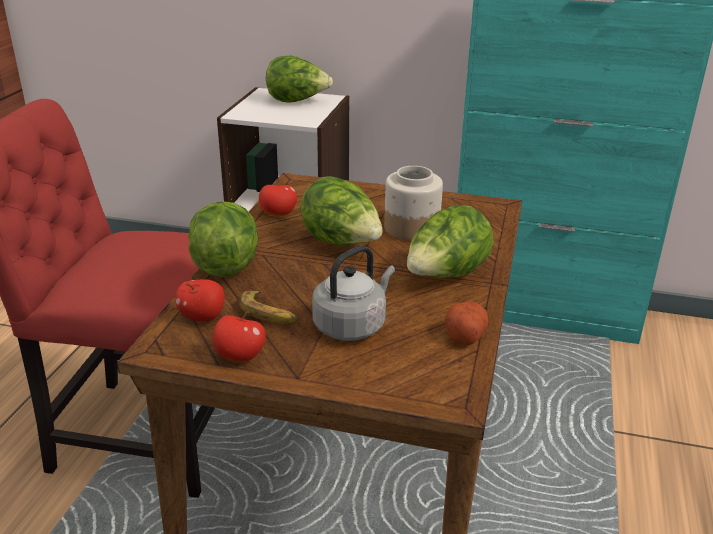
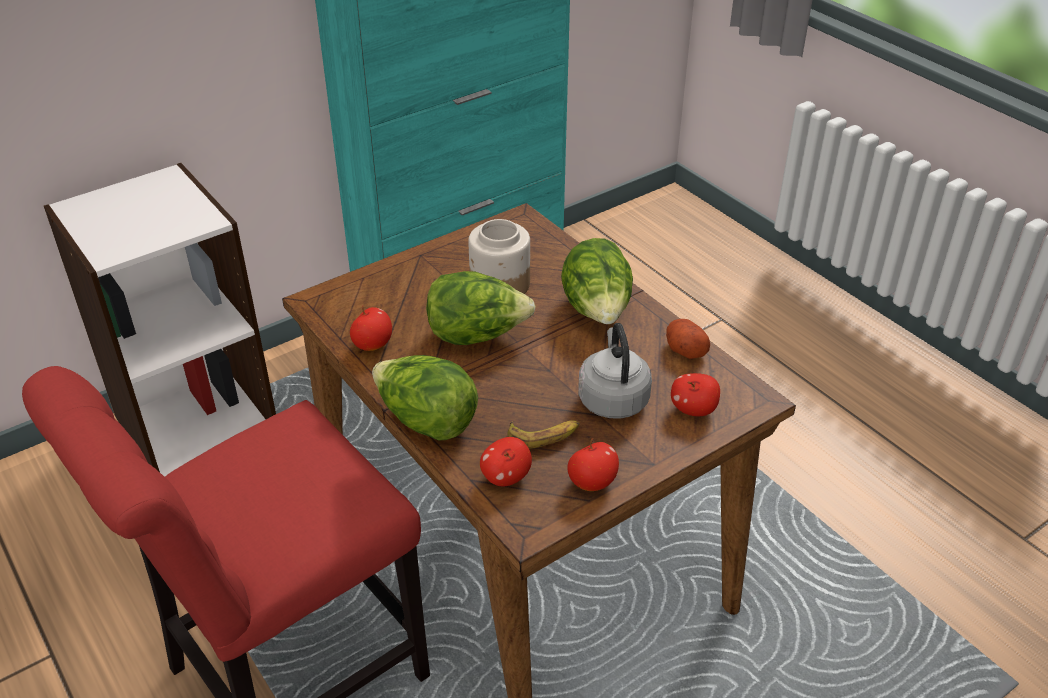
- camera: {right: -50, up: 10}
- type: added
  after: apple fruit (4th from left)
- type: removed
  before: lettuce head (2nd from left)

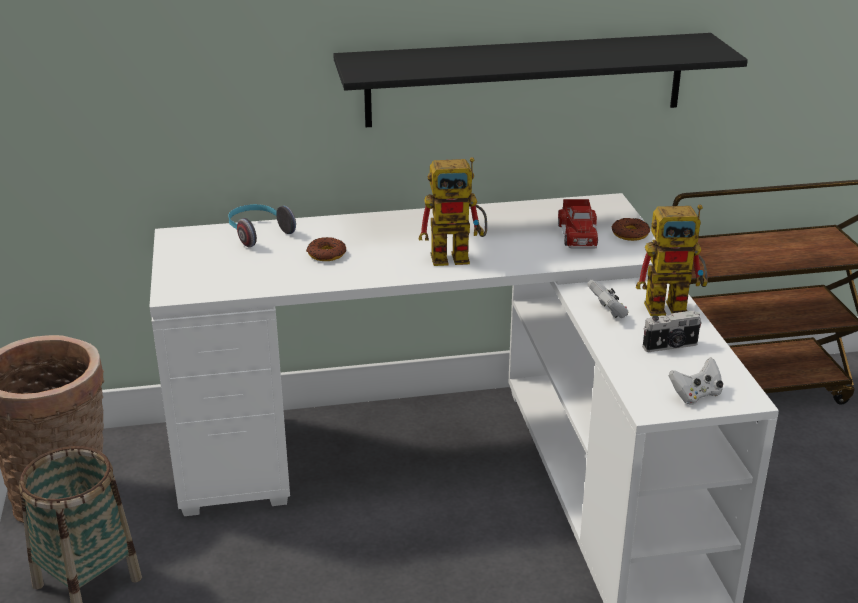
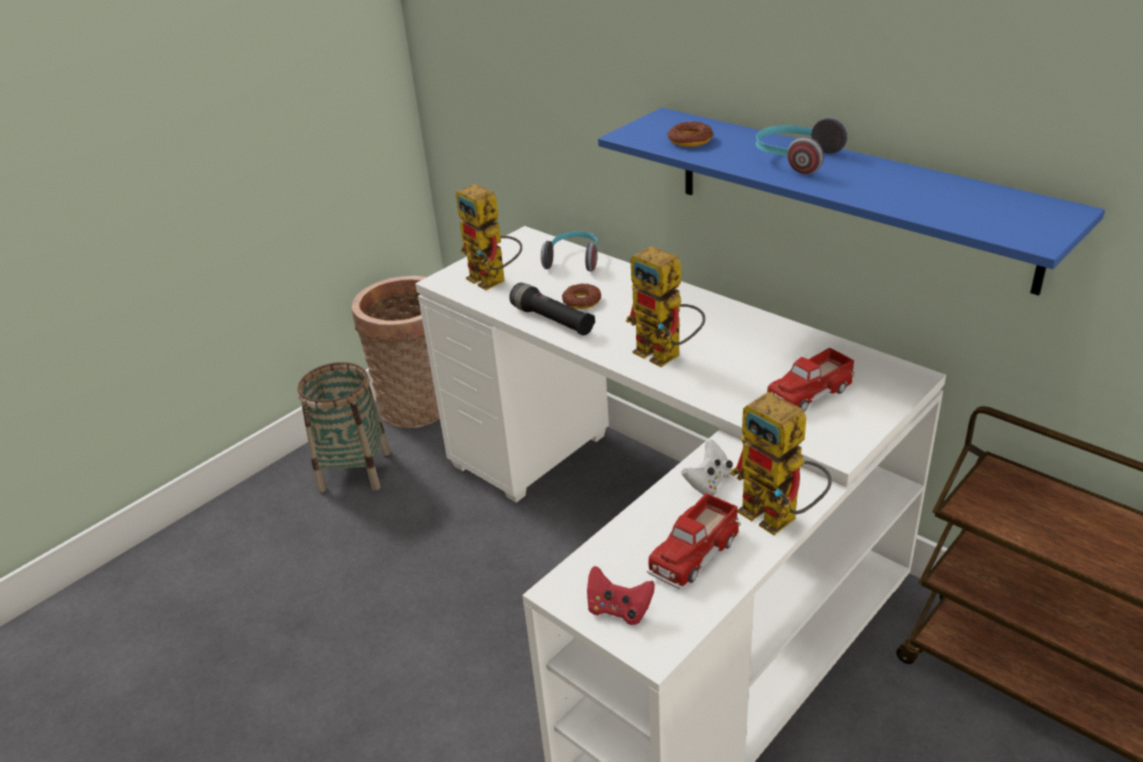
- camera: {right: 55, up: 5}
- type: added
  after: toy robot (1st from left)
- type: added
  after: black hand torch
- type: recoloured
  before: white gamepad (2nd from left)
  after: red gamepad
- type: recoloured
  before: black wall shelf
  after: blue wall shelf
- type: replaced
  before: still camera
  after: toy truck (1st from left)
- type: moved
  before: doughnut (2nd from left)
- type: added
  after: pair of headphones (2nd from left)

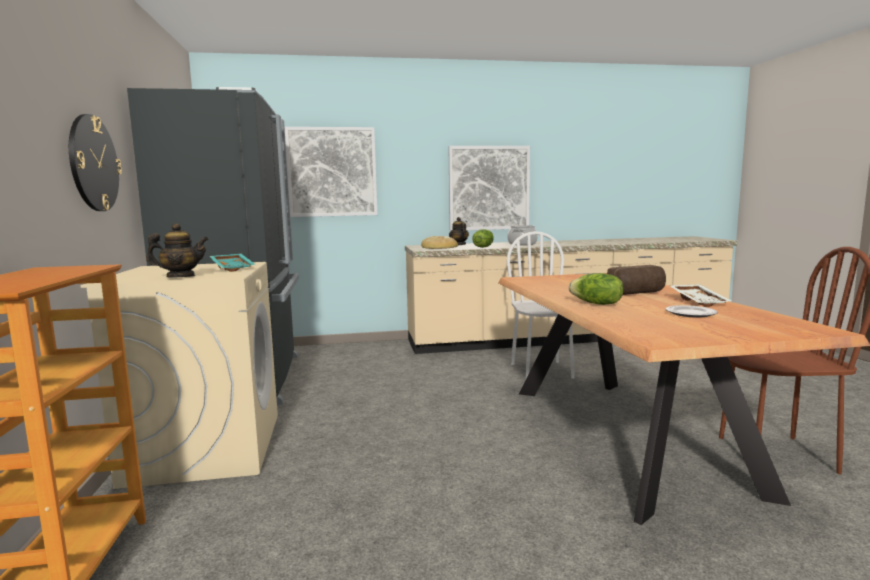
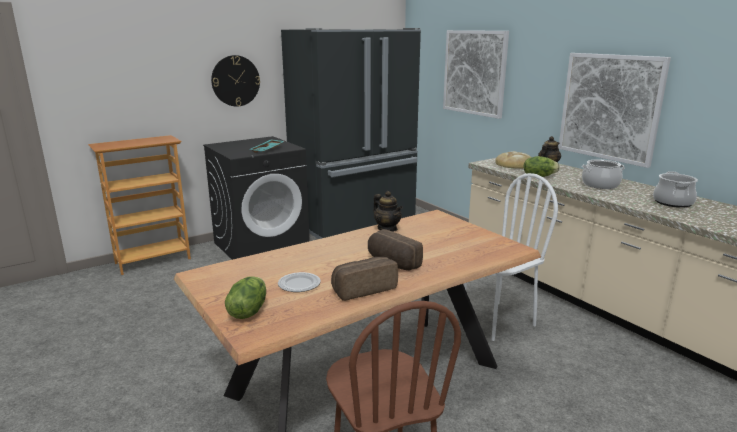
- camera: {right: 65, up: 10}
- type: recoloured
  before: beige laundry appliance
  after: black laundry appliance
- type: moved
  before: lettuce head (2nd from left in the first image)
  after: lettuce head (1st from left)
- type: replaced
  before: white carrying tray
  after: bakery bread (1st from left)
- type: moved
  before: tea pot (1st from left)
- type: added
  after: stockpot (2nd from left)

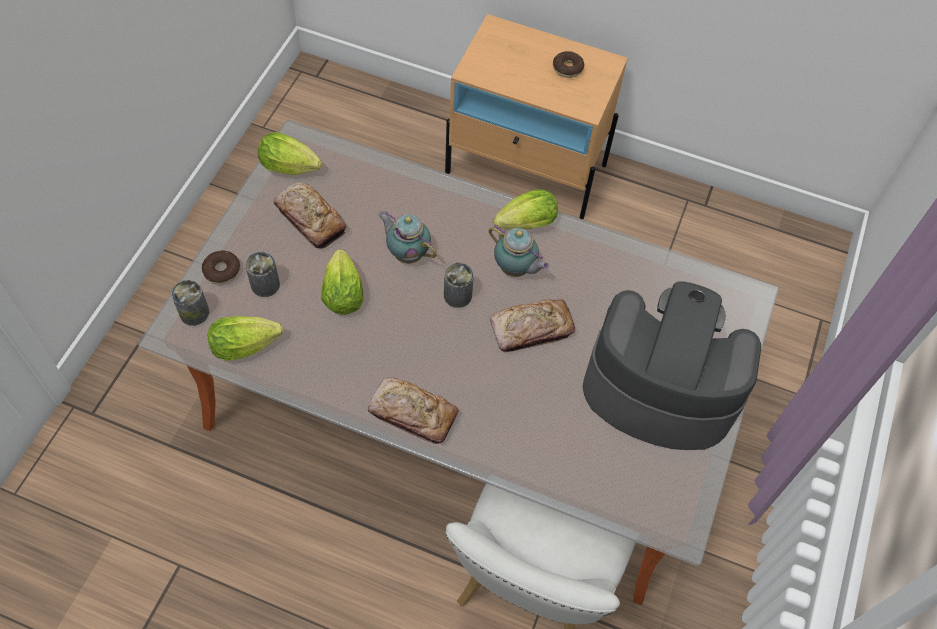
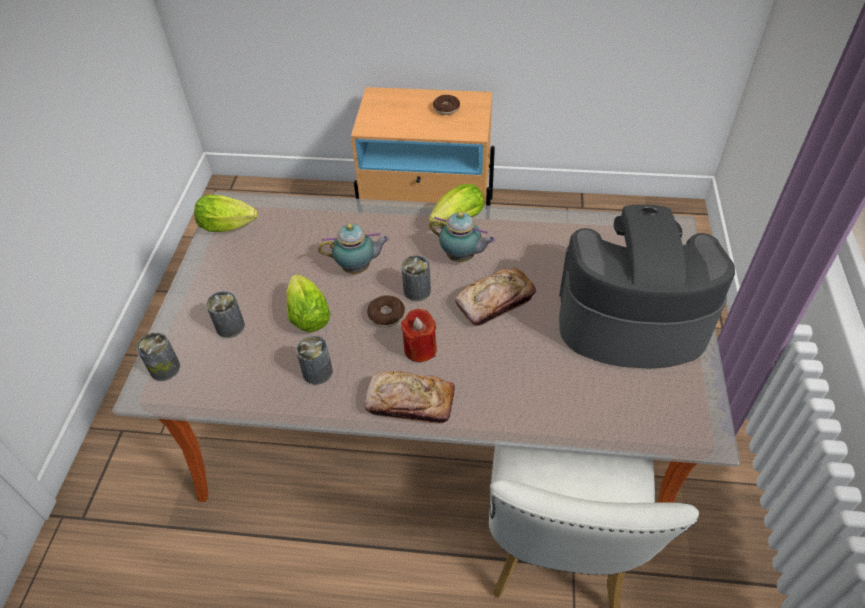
- camera: {right: -10, up: -10}
- type: added
  after: metal can (3rd from left)
- type: turned
  before: tea pot (1st from left)
  turn: 150
- type: moved
  before: doughnut (1st from left)
- type: added
  after: red wax light
- type: removed
  before: lettuce head (1st from left)
- type: removed
  before: bakery bread (1st from left)

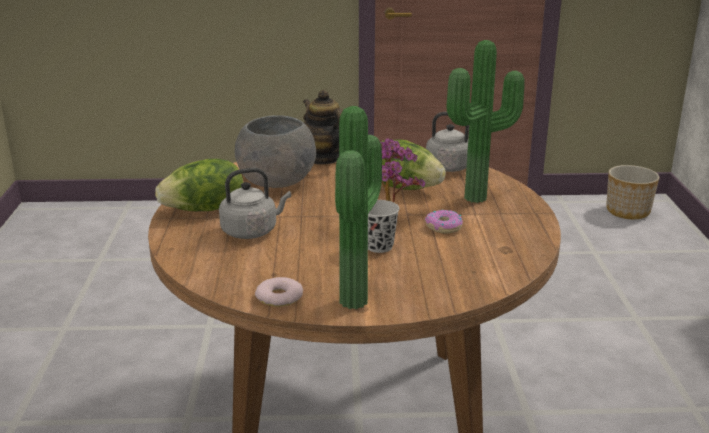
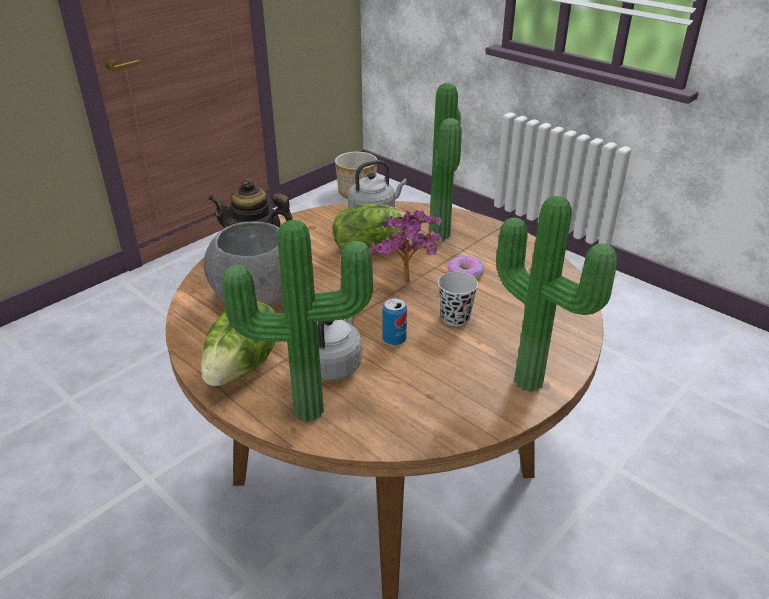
- camera: {right: -45, up: 10}
- type: added
  after: houseplant (1st from left)
- type: added
  after: metal can
- type: removed
  before: doughnut (1st from left)

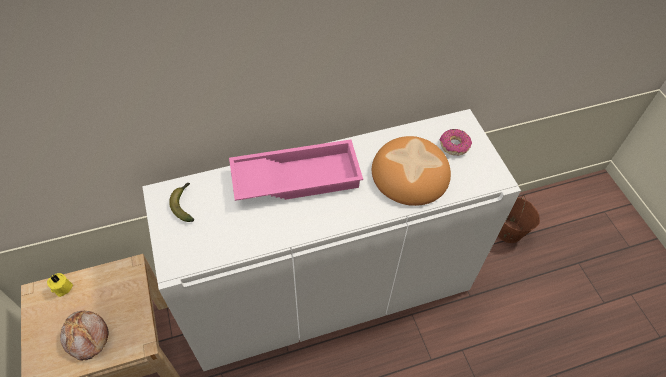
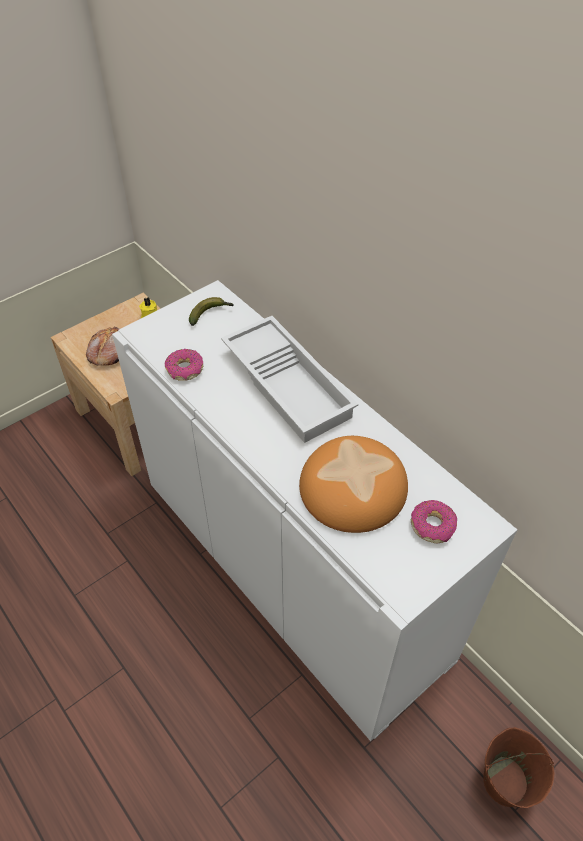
- camera: {right: 70, up: -5}
- type: added
  after: doughnut (1st from left)
- type: recoloured
  before: pink carrying tray
  after: white carrying tray

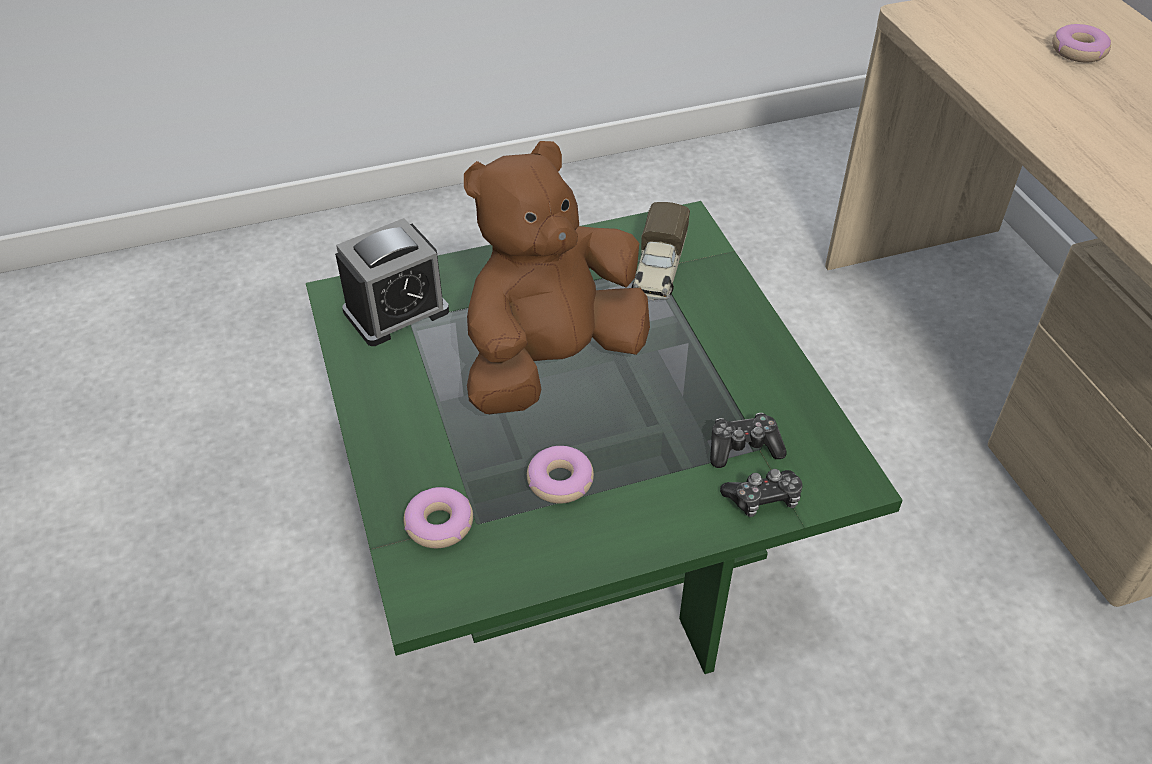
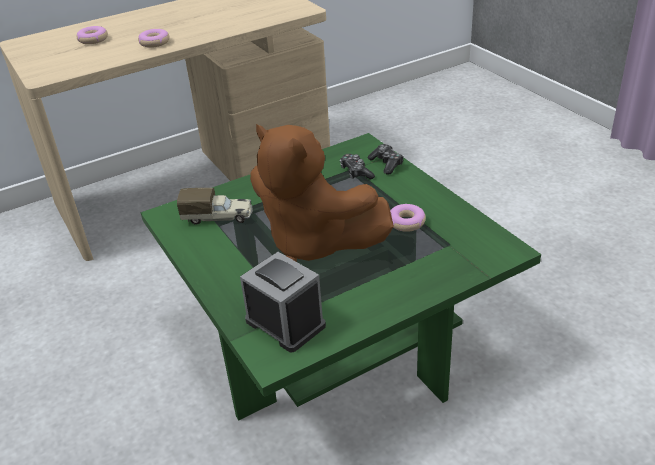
- camera: {right: -100, up: -10}
- type: moved
  before: doughnut (1st from left in the first image)
  after: doughnut (2nd from left)

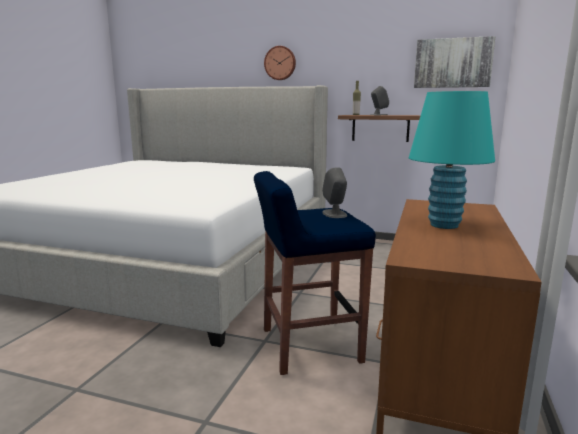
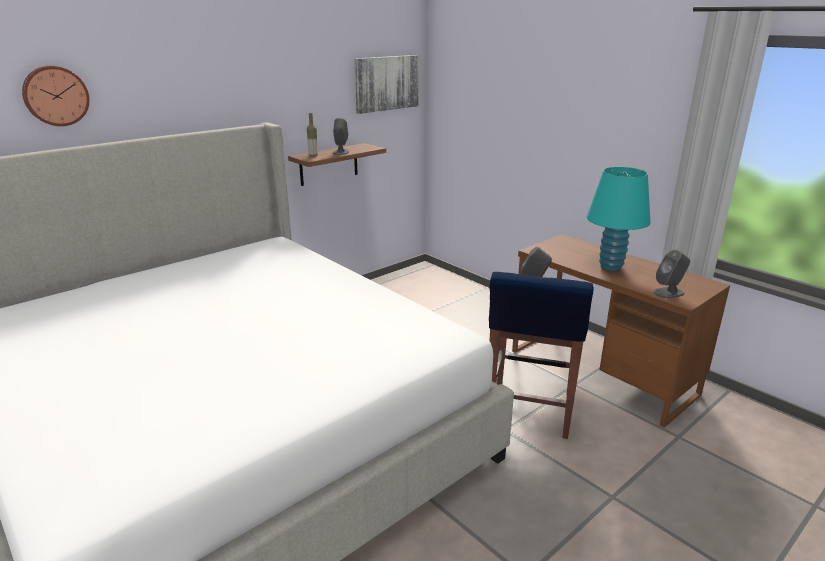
- camera: {right: -60, up: 10}
- type: moved
  before: clock on the wall
- type: added
  after: gray speaker (3rd from left)

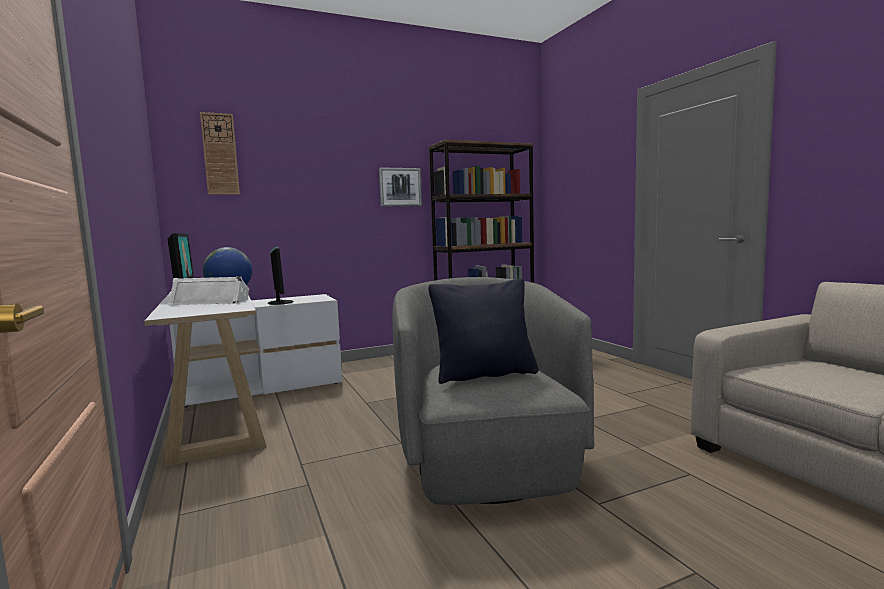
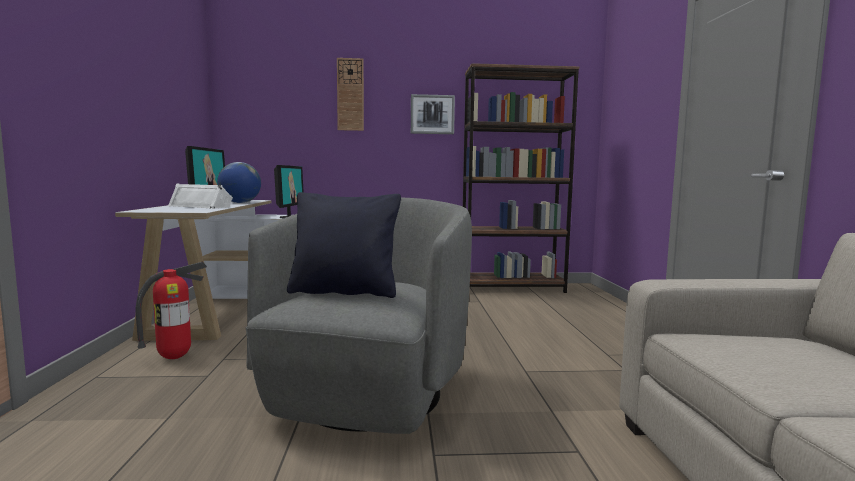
- camera: {right: 20, up: 0}
- type: added
  after: fire extinguisher
- type: moved
  before: clock on the wall

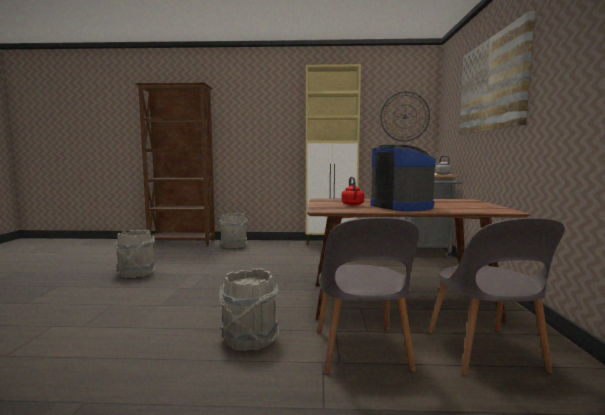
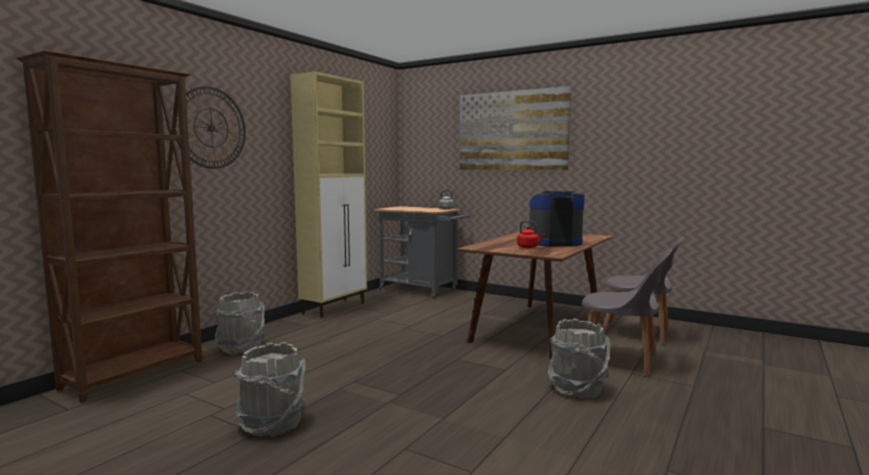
- camera: {right: -60, up: 0}
- type: moved
  before: clock on the wall

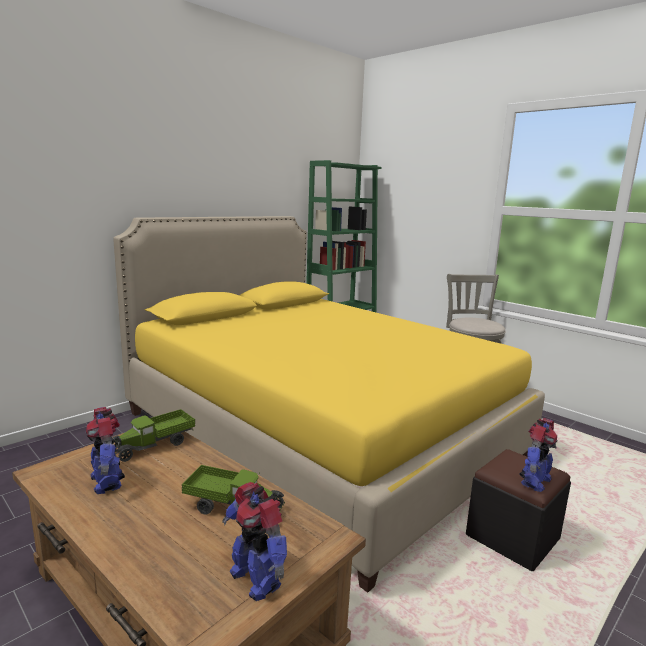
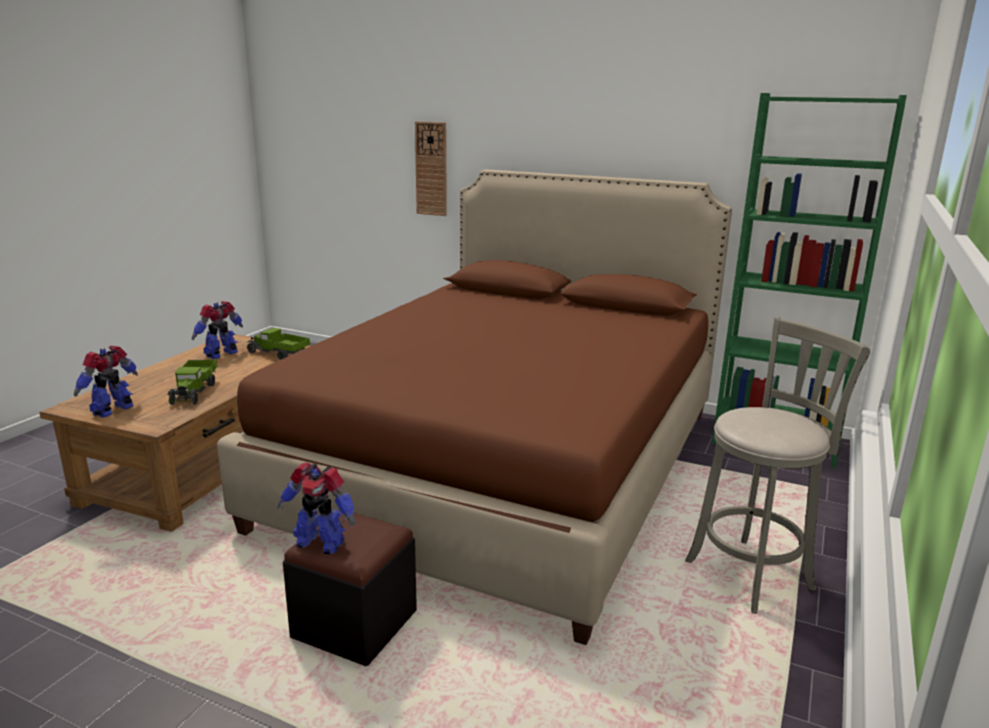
- camera: {right: 70, up: 5}
- type: recoloured
  before: yellowish bedroom bed
  after: brown bedroom bed
- type: added
  after: clock on the wall

